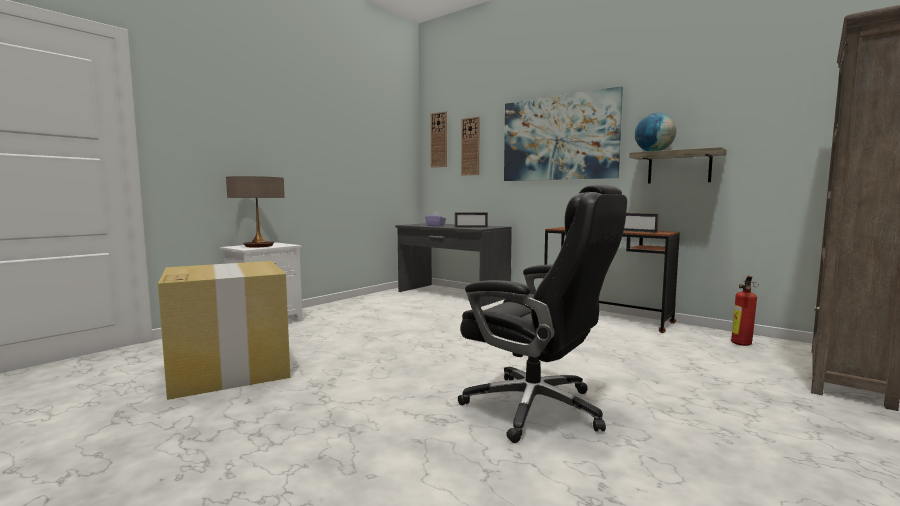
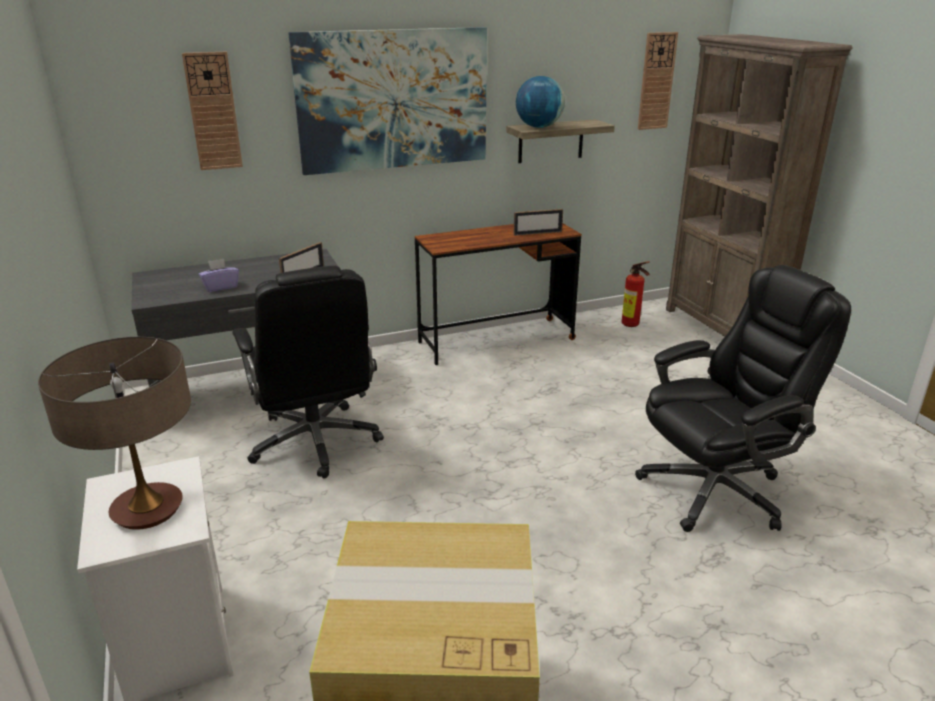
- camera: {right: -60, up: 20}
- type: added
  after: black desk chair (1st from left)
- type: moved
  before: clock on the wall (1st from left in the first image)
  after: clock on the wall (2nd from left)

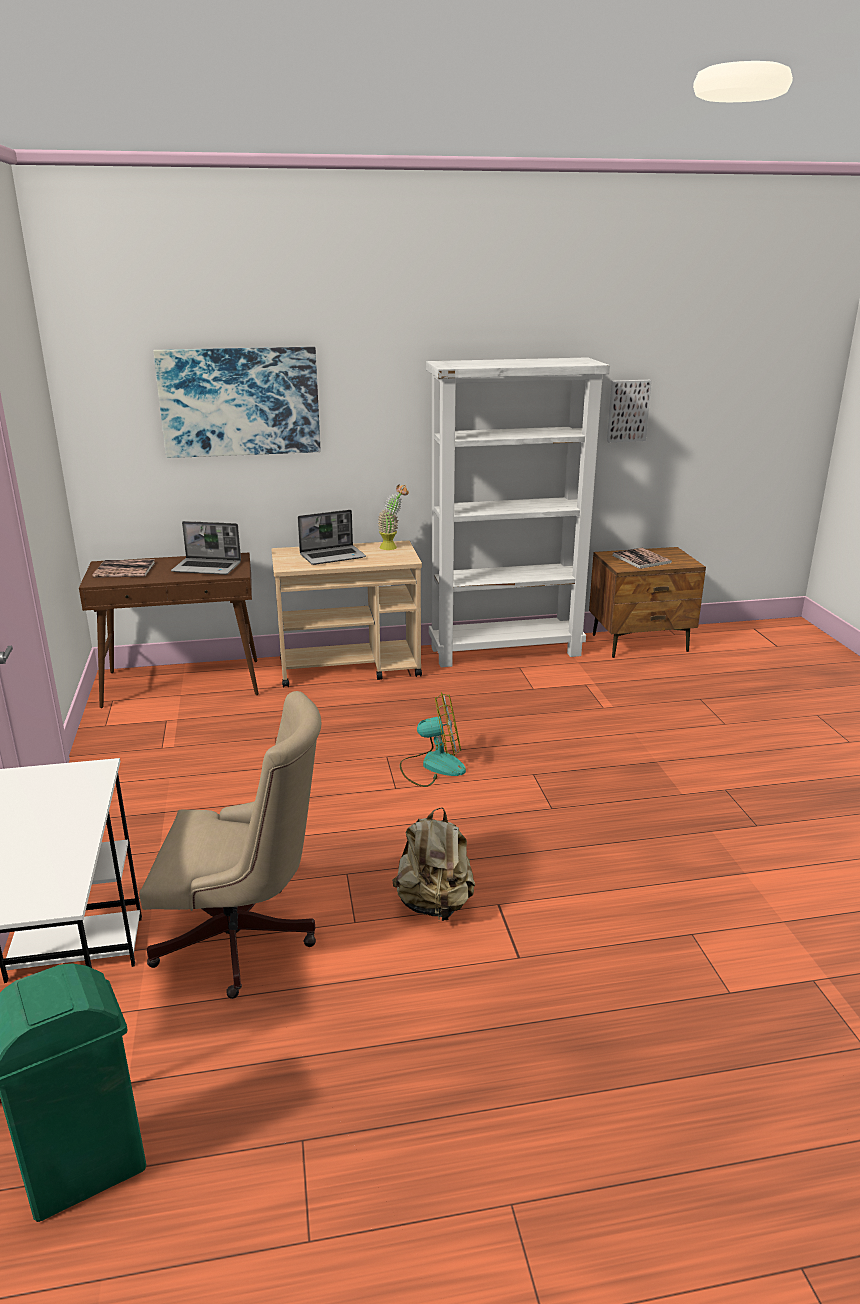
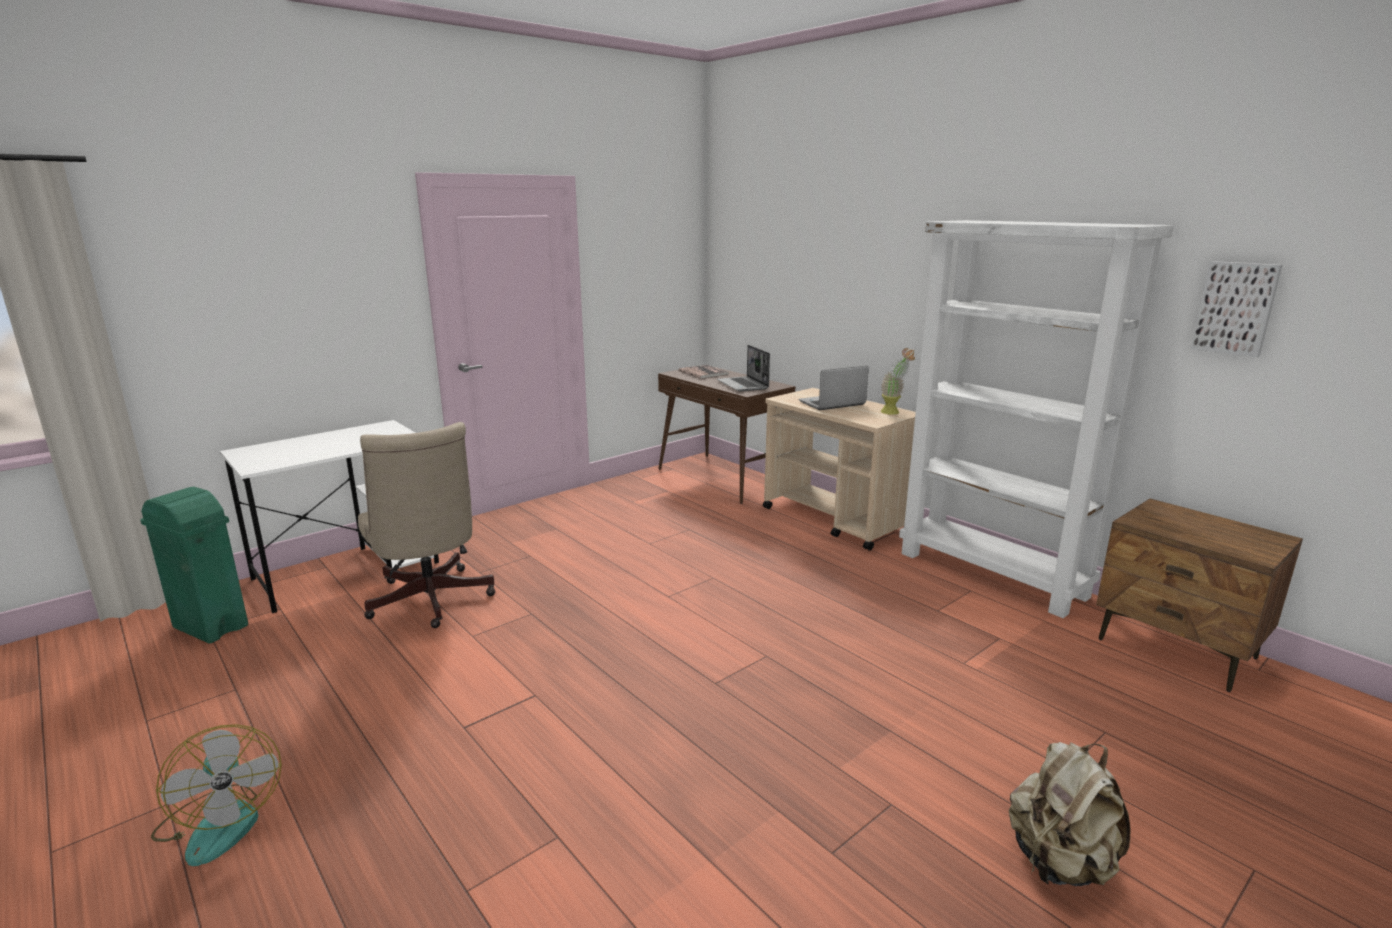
- camera: {right: 60, up: -5}
- type: moved
  before: cooling fan
- type: turned
  before: notebook computer (2nd from left)
  turn: 120
- type: moved
  before: beige backpack
- type: removed
  before: wall picture (1st from left)
- type: removed
  before: book (2nd from left)

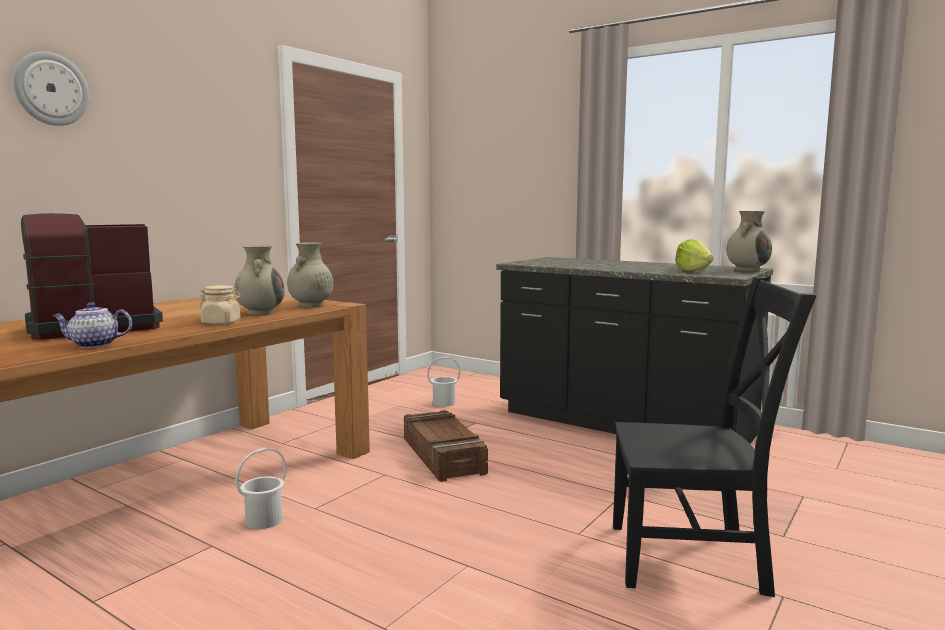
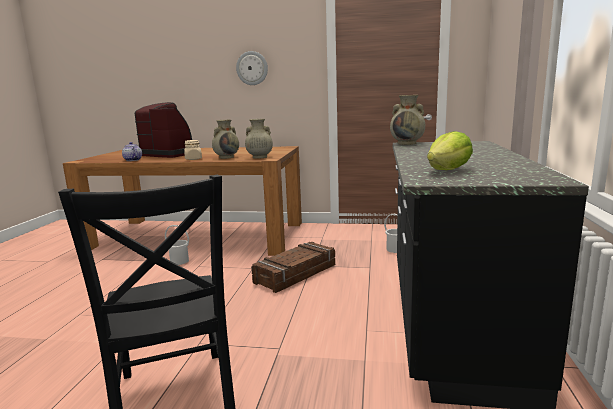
- camera: {right: 65, up: 5}
- type: moved
  before: clock on the wall
- type: moved
  before: beige vase (3rd from left)

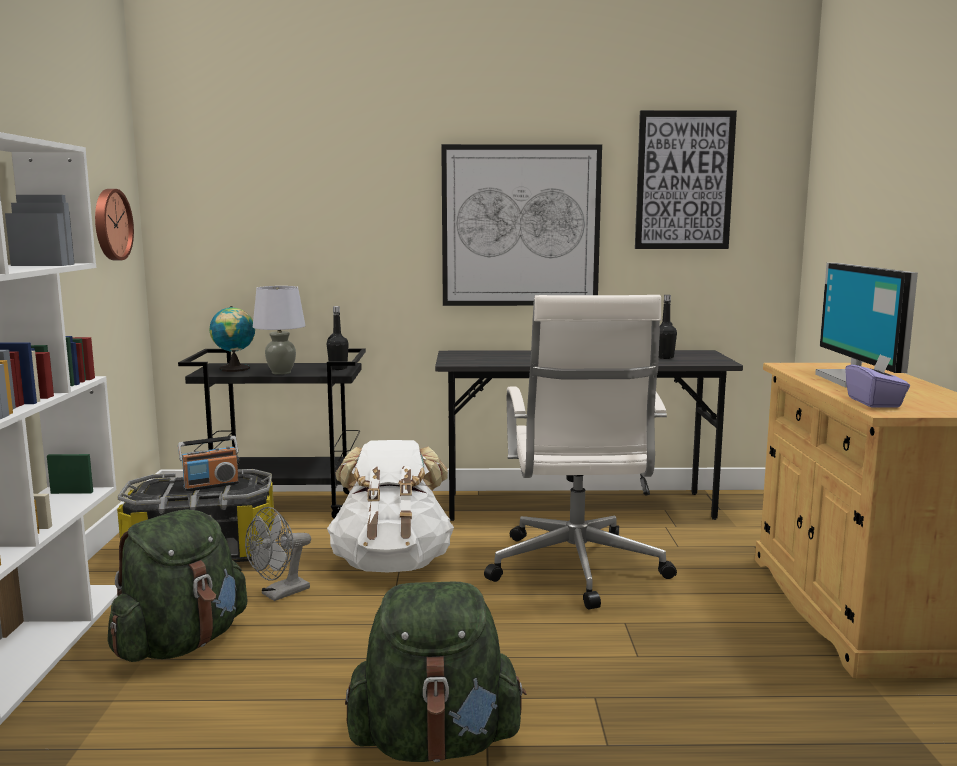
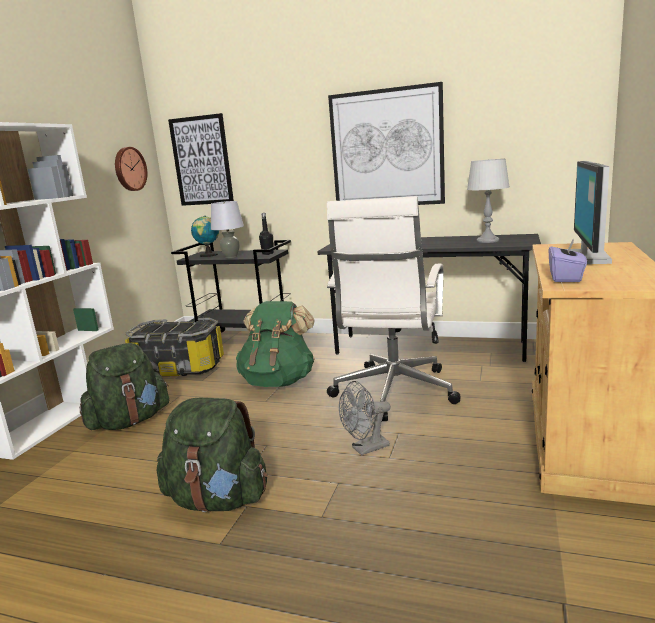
- camera: {right: 20, up: 5}
- type: moved
  before: wall picture (2nd from left in the first image)
  after: wall picture (1st from left)
- type: recoloured
  before: white backpack
  after: greenish backpack (3rd from left)
- type: moved
  before: gray cooling fan
- type: replaced
  before: black drink bottle (2nd from left)
  after: gray lamp for a table (2nd from left)
- type: removed
  before: radio set

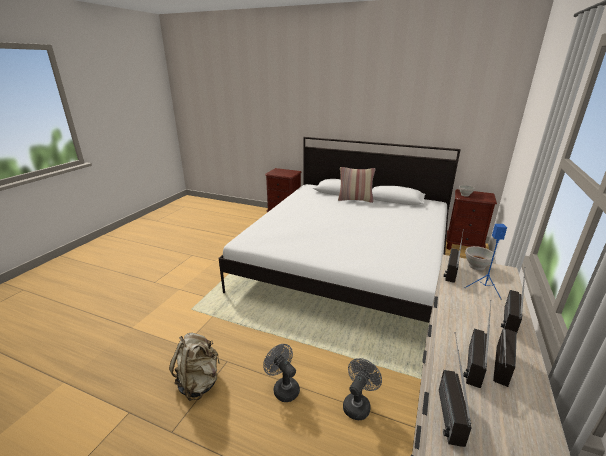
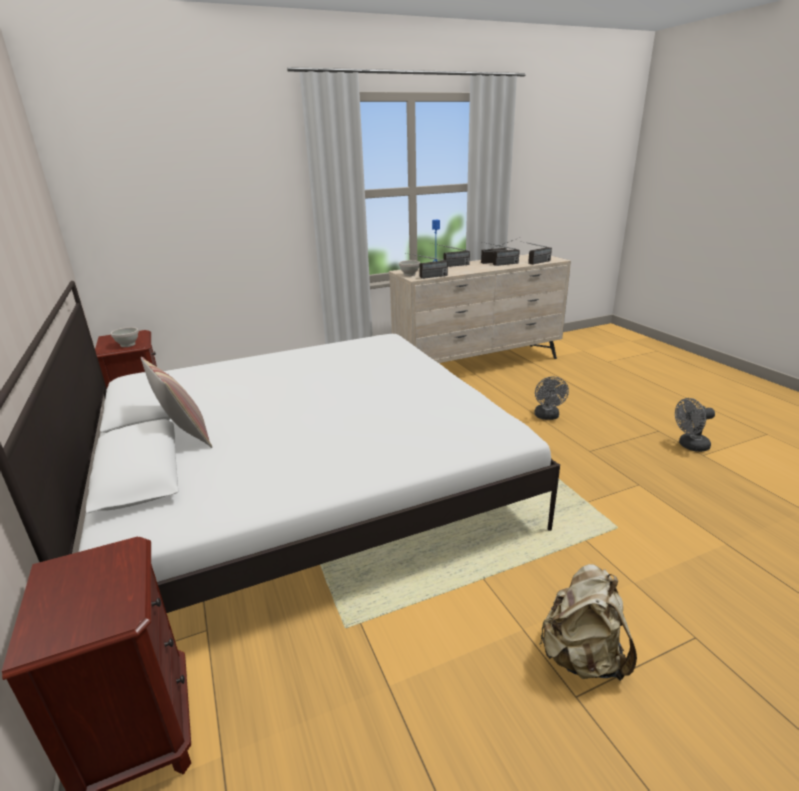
- camera: {right: -135, up: 0}
- type: moved
  before: beige backpack
- type: moved
  before: gray cooling fan (2nd from left)

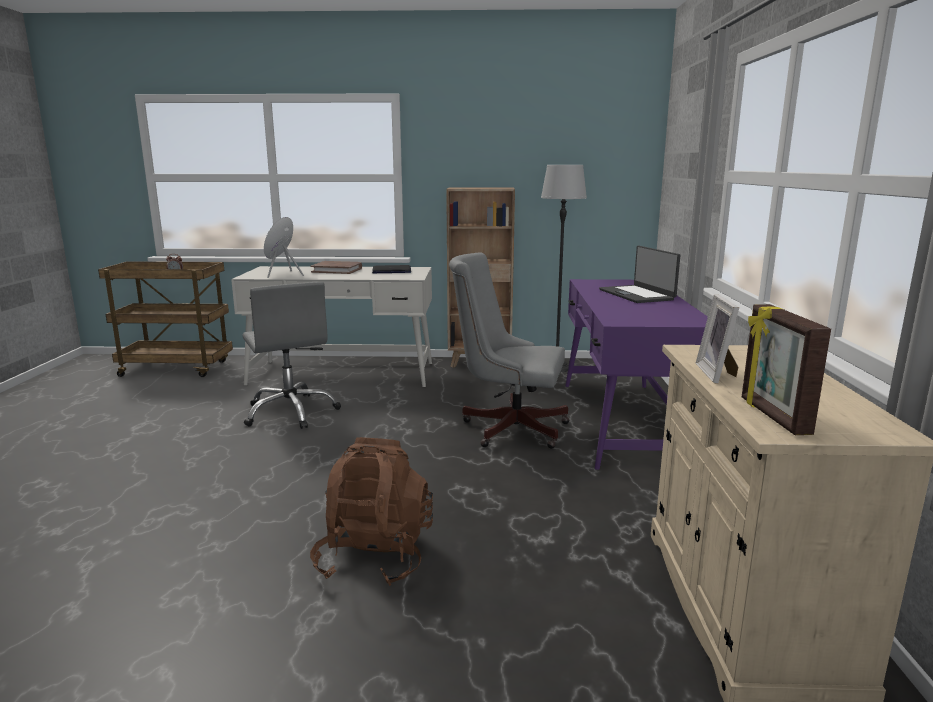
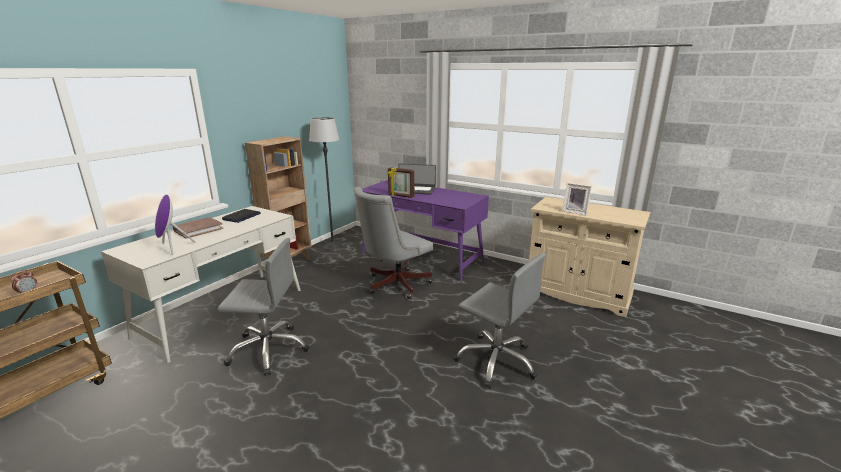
- camera: {right: -60, up: 5}
- type: moved
  before: photo frame (2nd from left in the first image)
  after: photo frame (1st from left)
- type: replaced
  before: brown backpack
  after: gray desk chair (3rd from left)

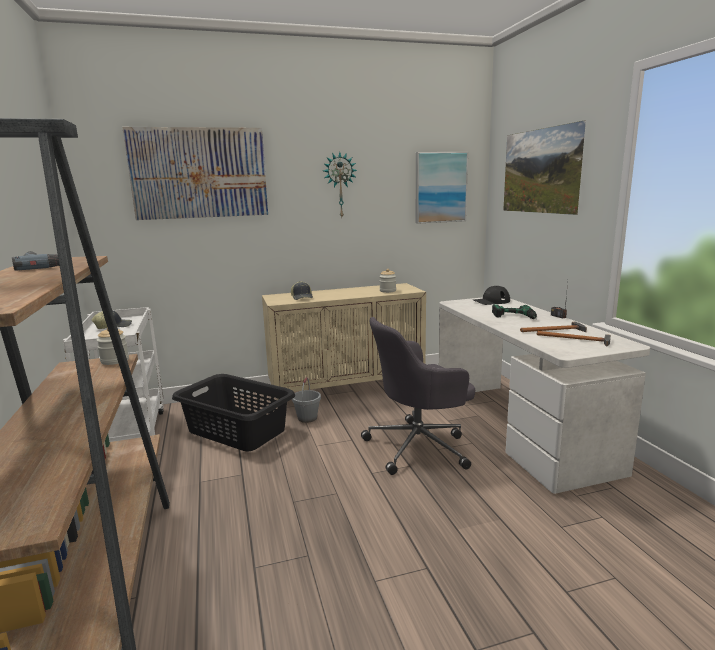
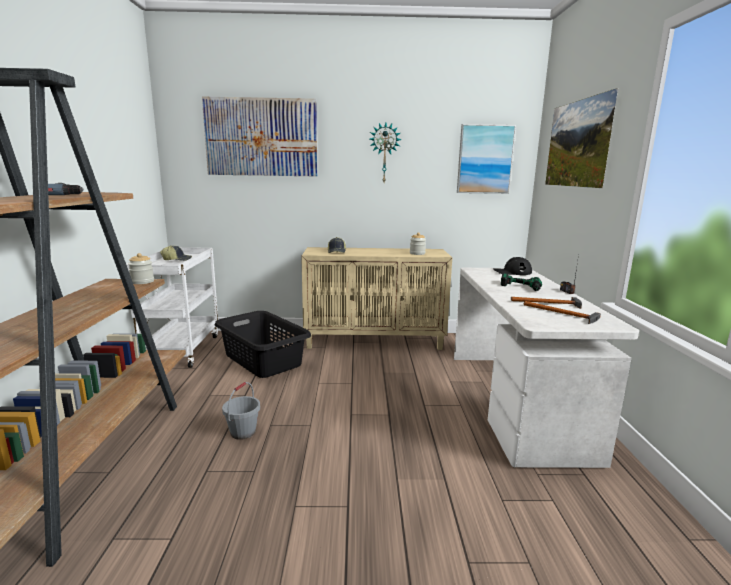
- camera: {right: 15, up: 0}
- type: moved
  before: gray bucket
- type: removed
  before: gray desk chair

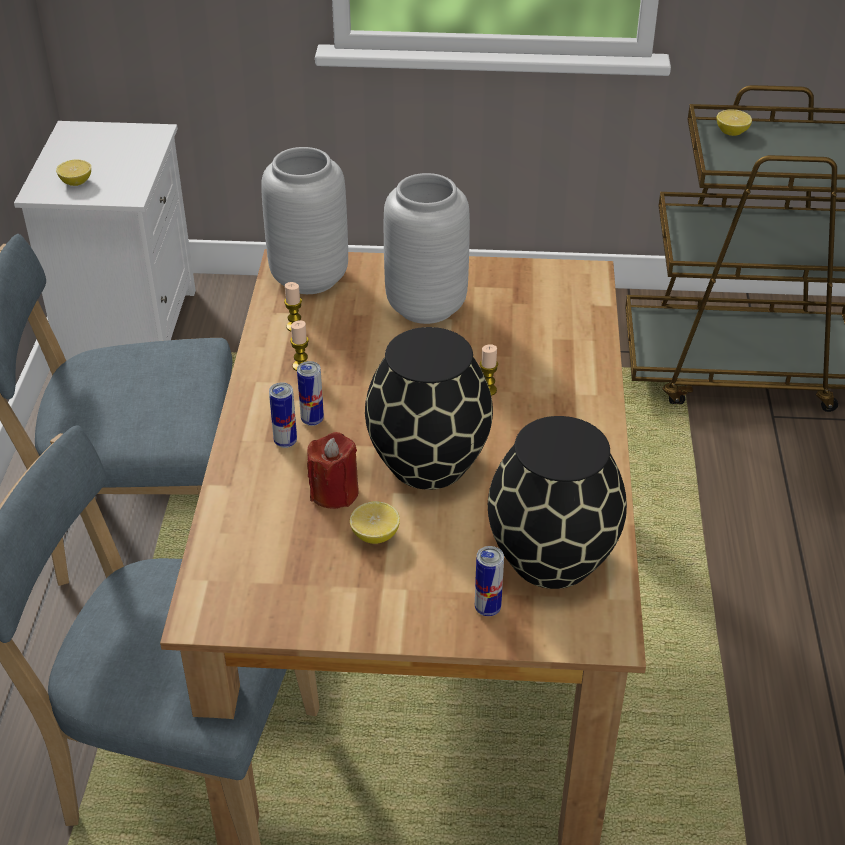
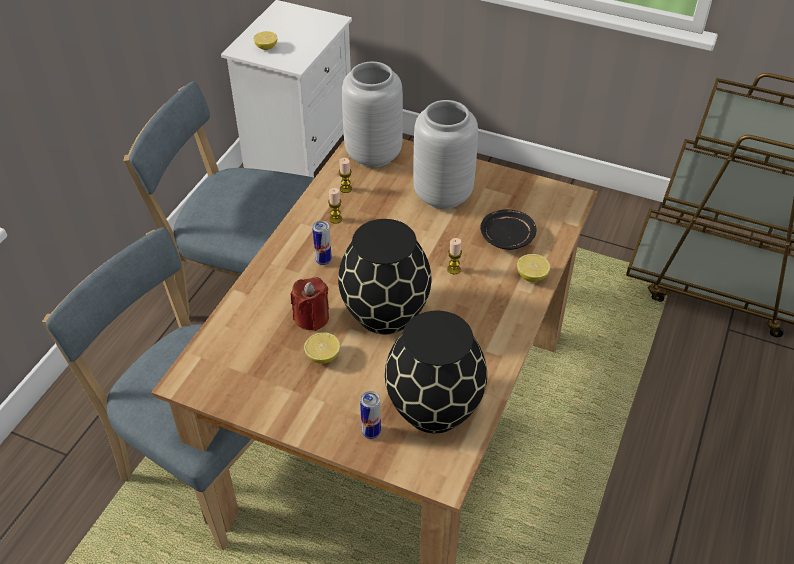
- camera: {right: 20, up: 5}
- type: added
  after: black flat dish
- type: moved
  before: lemon (3rd from left)
- type: removed
  before: metal can (1st from left)

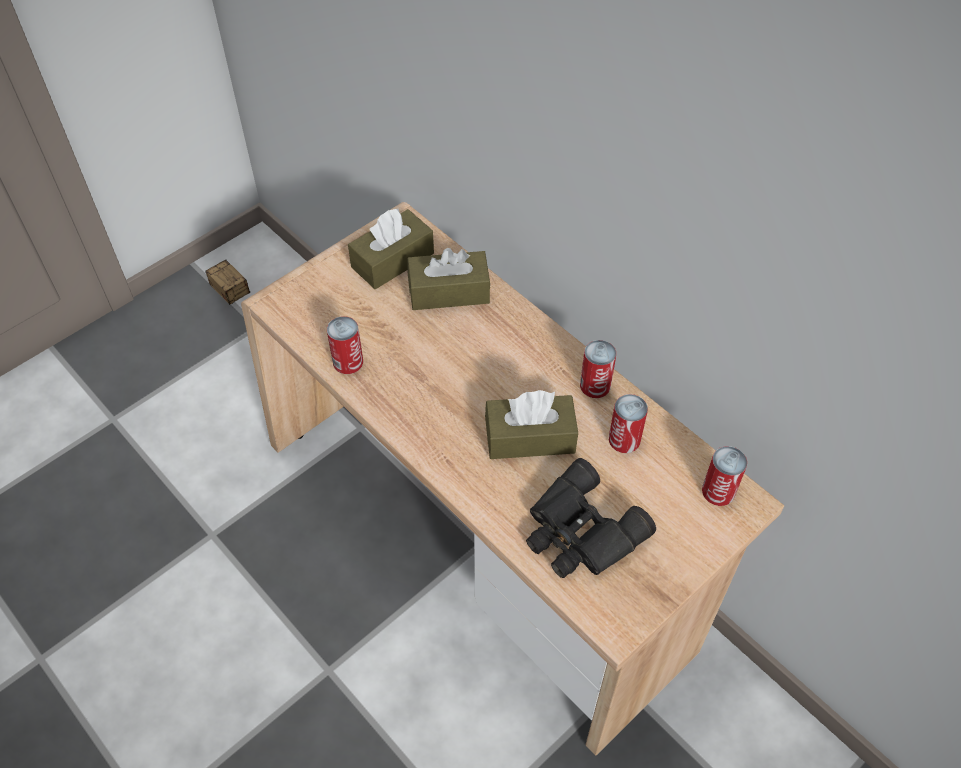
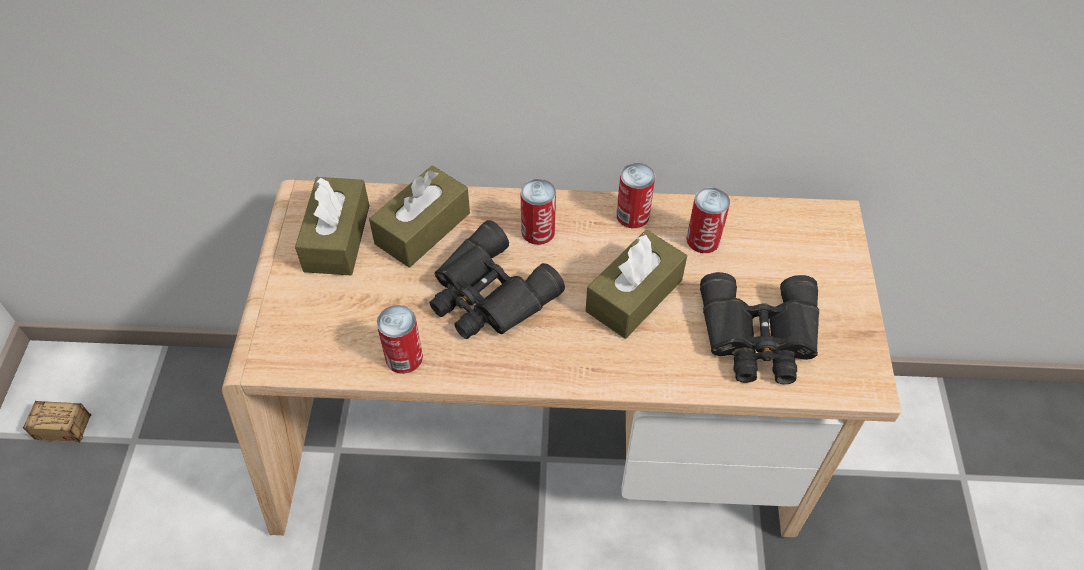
- camera: {right: -45, up: 0}
- type: added
  after: black pair of binoculars (1st from left)
- type: moved
  before: metal can (4th from left in the first image)
  after: metal can (2nd from left)

